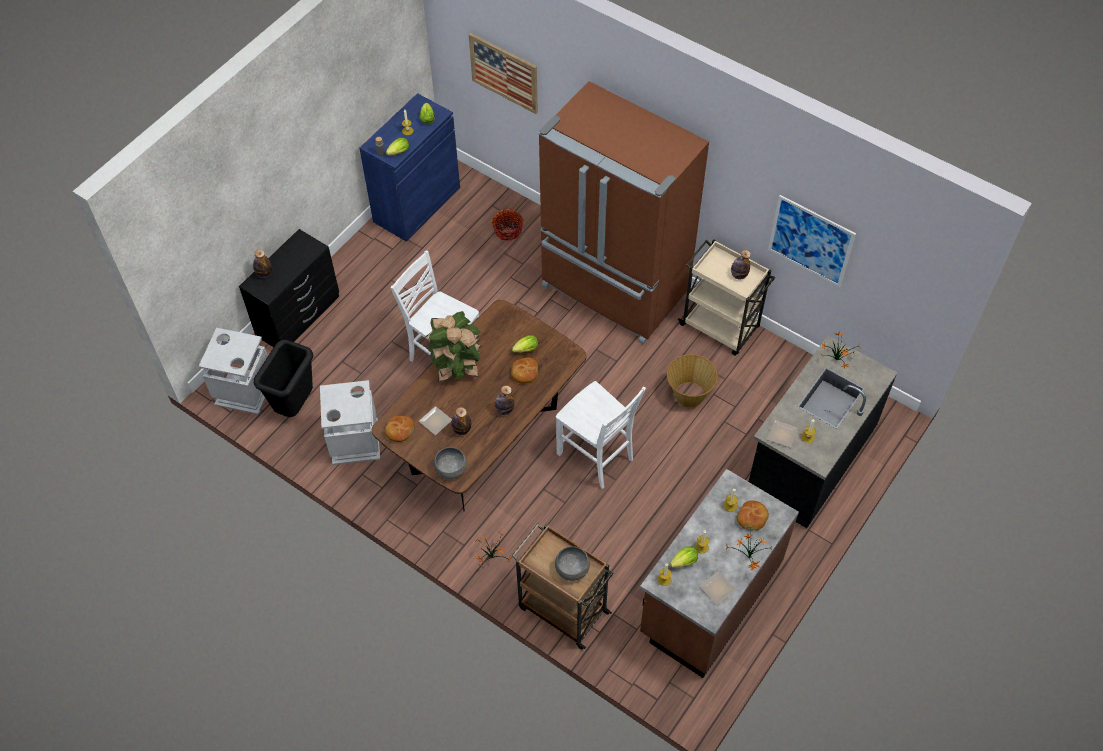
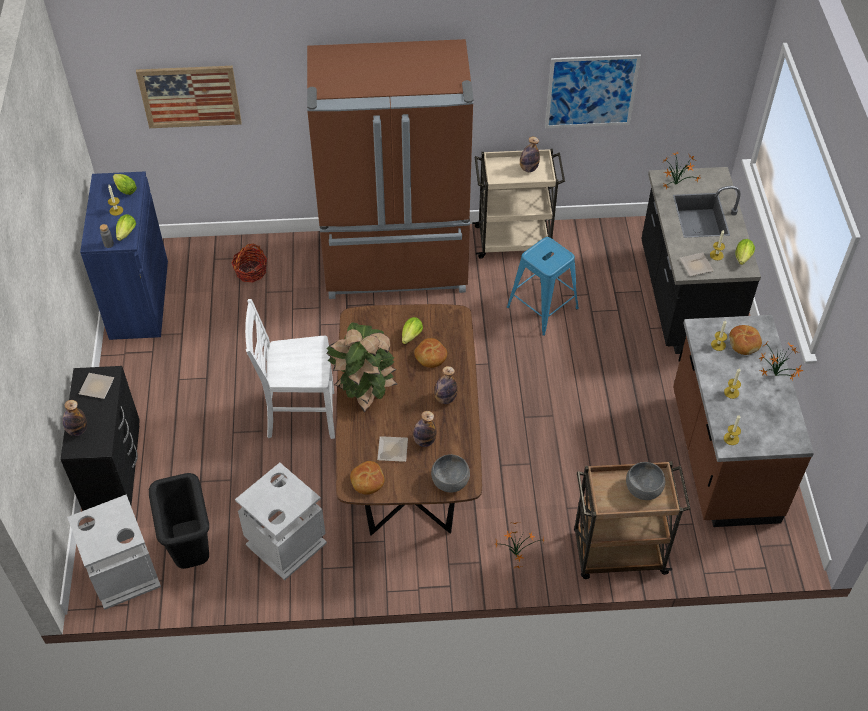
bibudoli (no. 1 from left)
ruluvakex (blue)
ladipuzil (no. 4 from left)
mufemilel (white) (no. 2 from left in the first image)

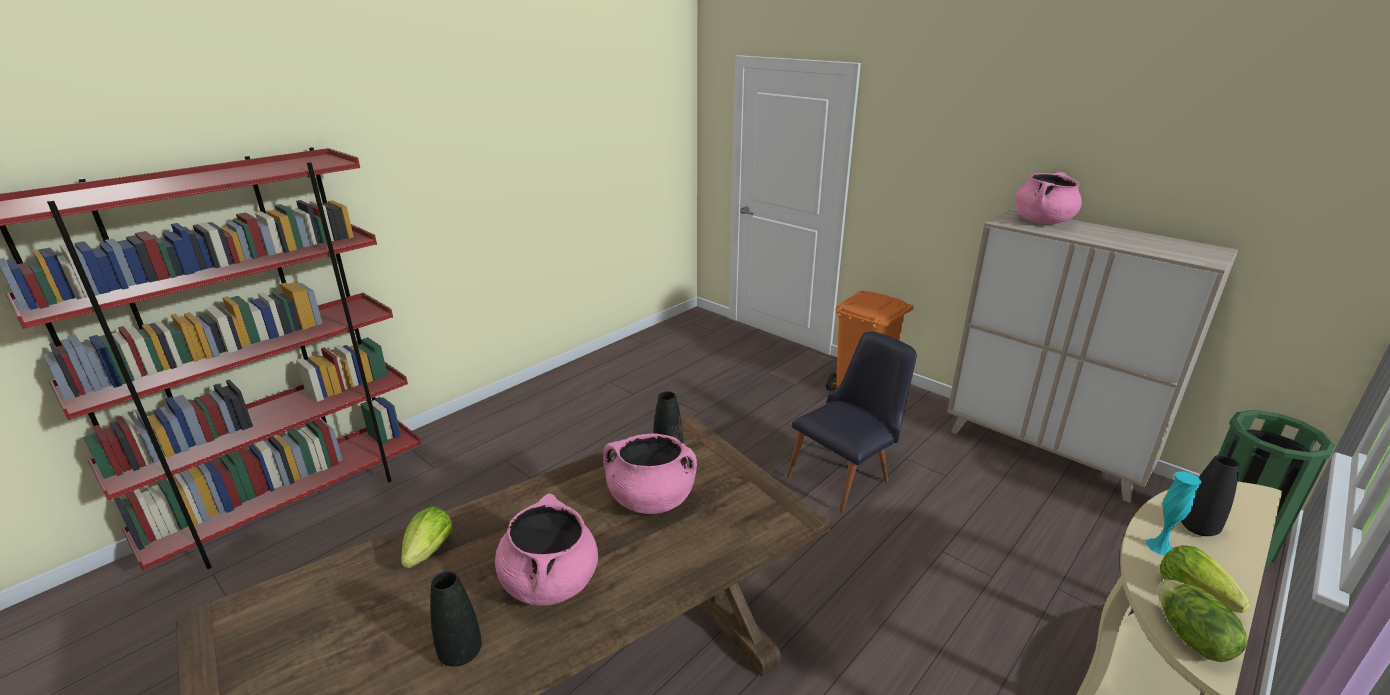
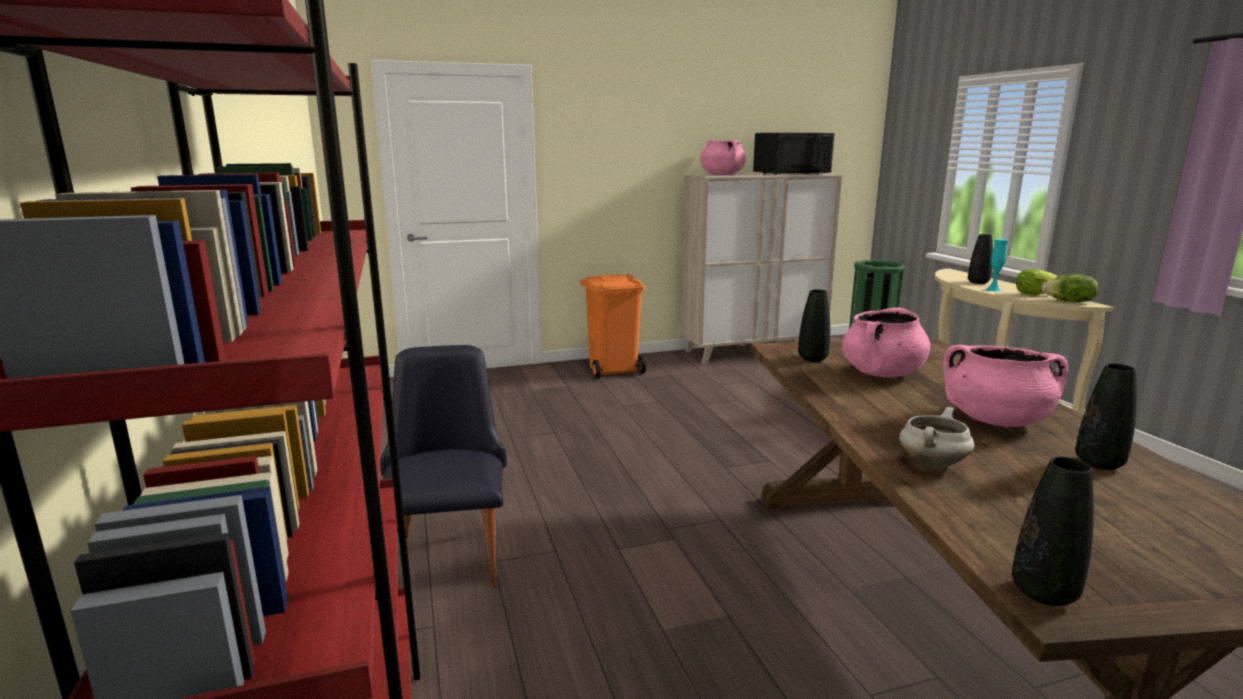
mufemilel (black)
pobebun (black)
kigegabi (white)
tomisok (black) (no. 3 from left)

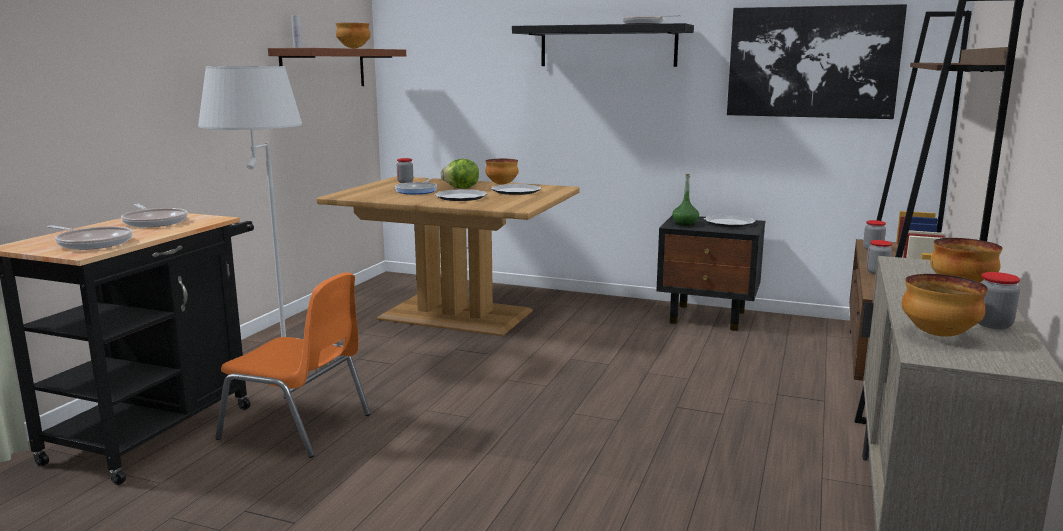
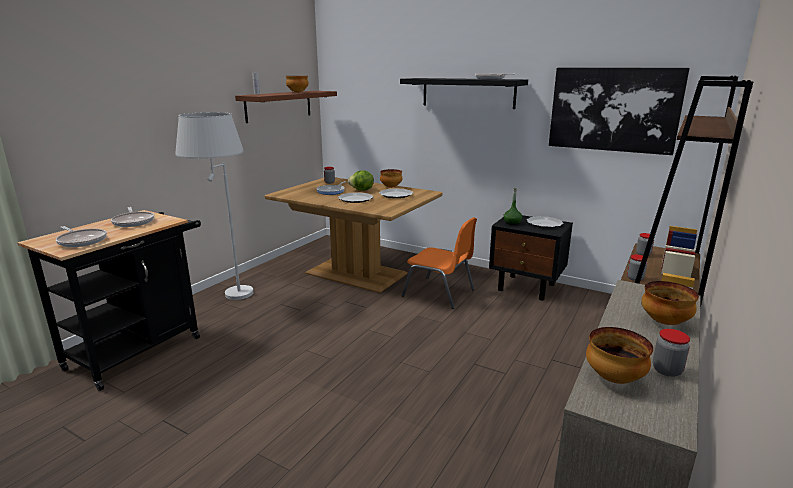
mufemilel (orange)

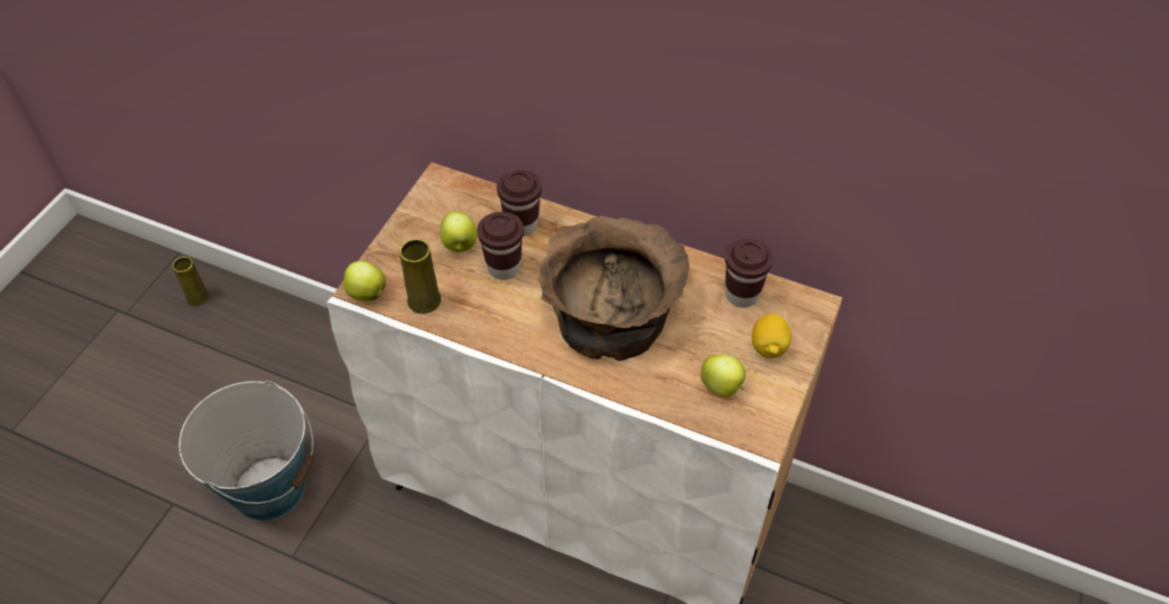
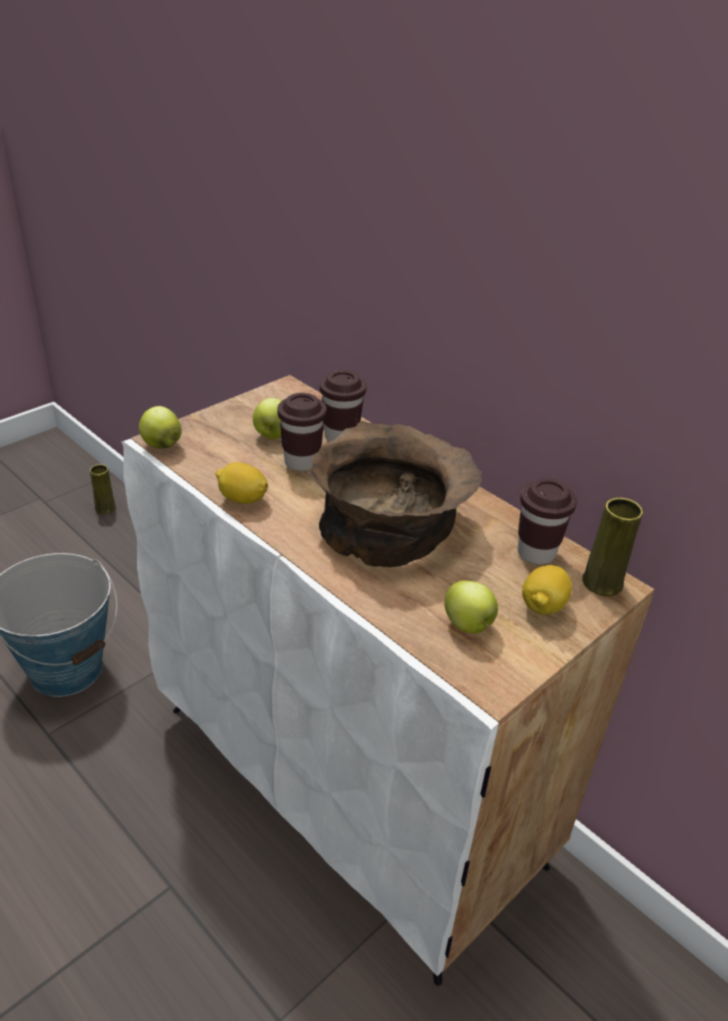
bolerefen (no. 1 from left)
tomisok (yellow) (no. 2 from left)

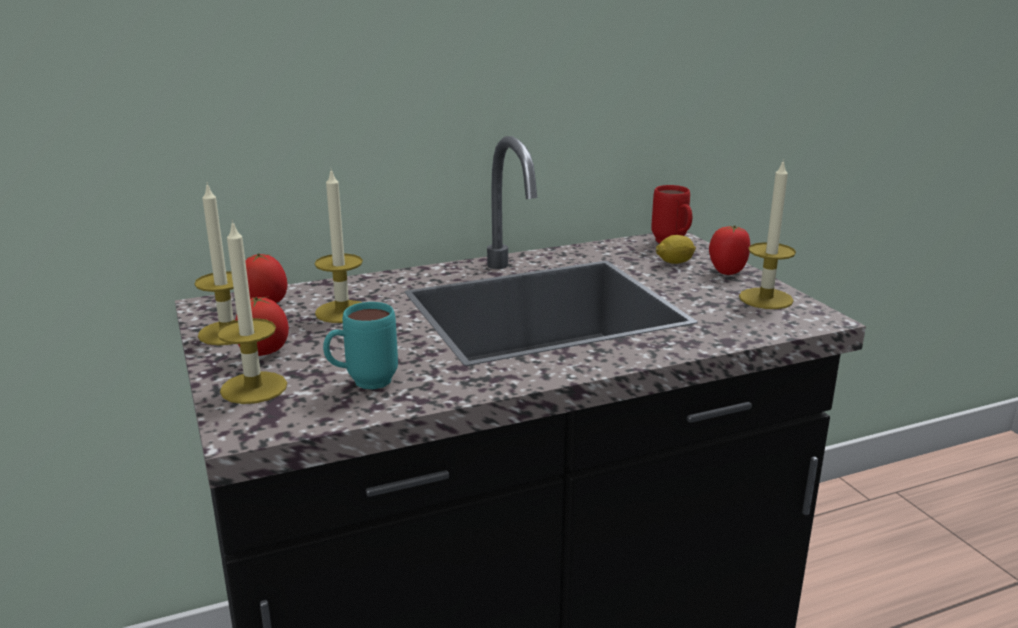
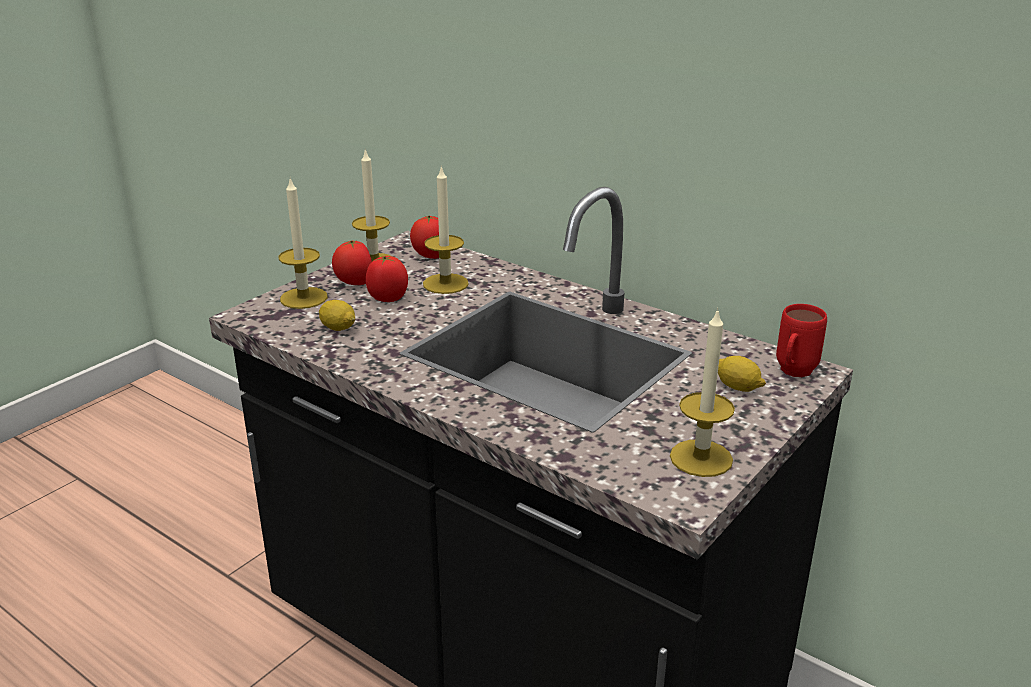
bolerefen (no. 1 from left)
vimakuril (no. 2 from left)

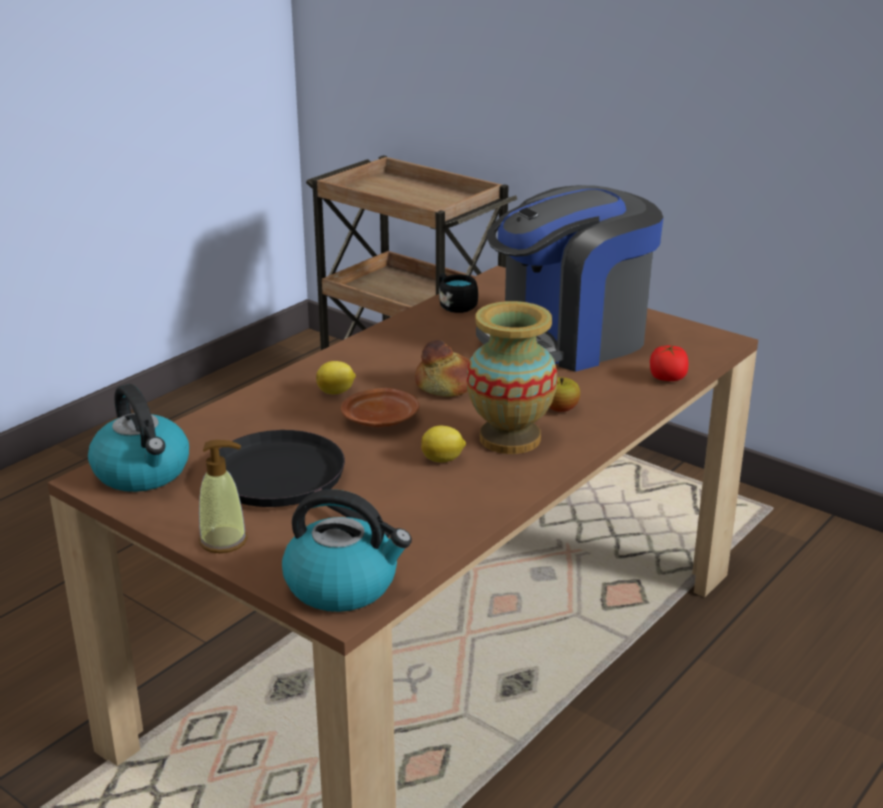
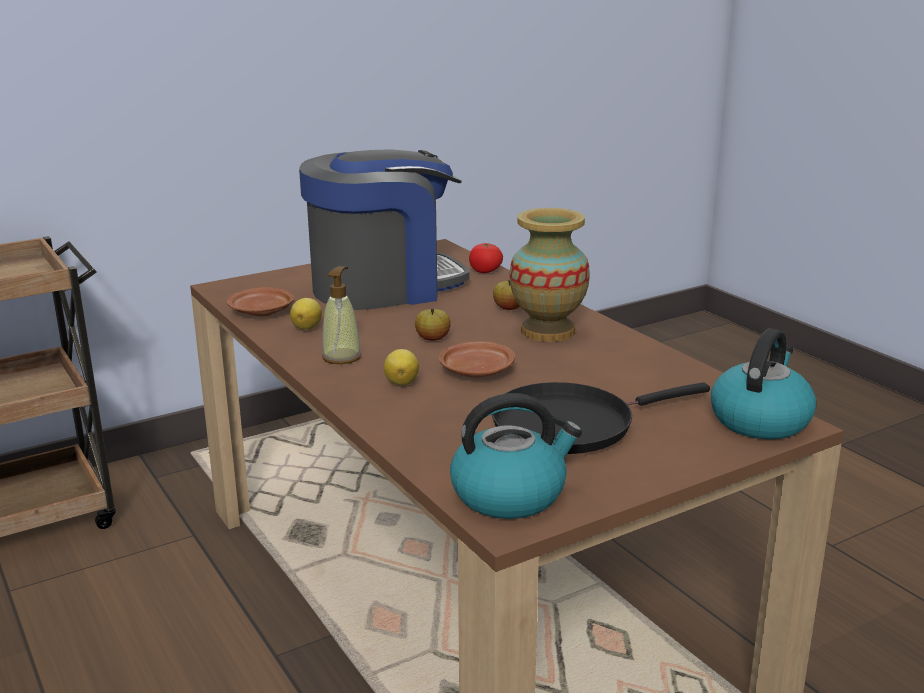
bibudoli (brown) (no. 1 from left)
bolerefen (no. 1 from left)
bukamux
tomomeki
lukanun (no. 1 from left)

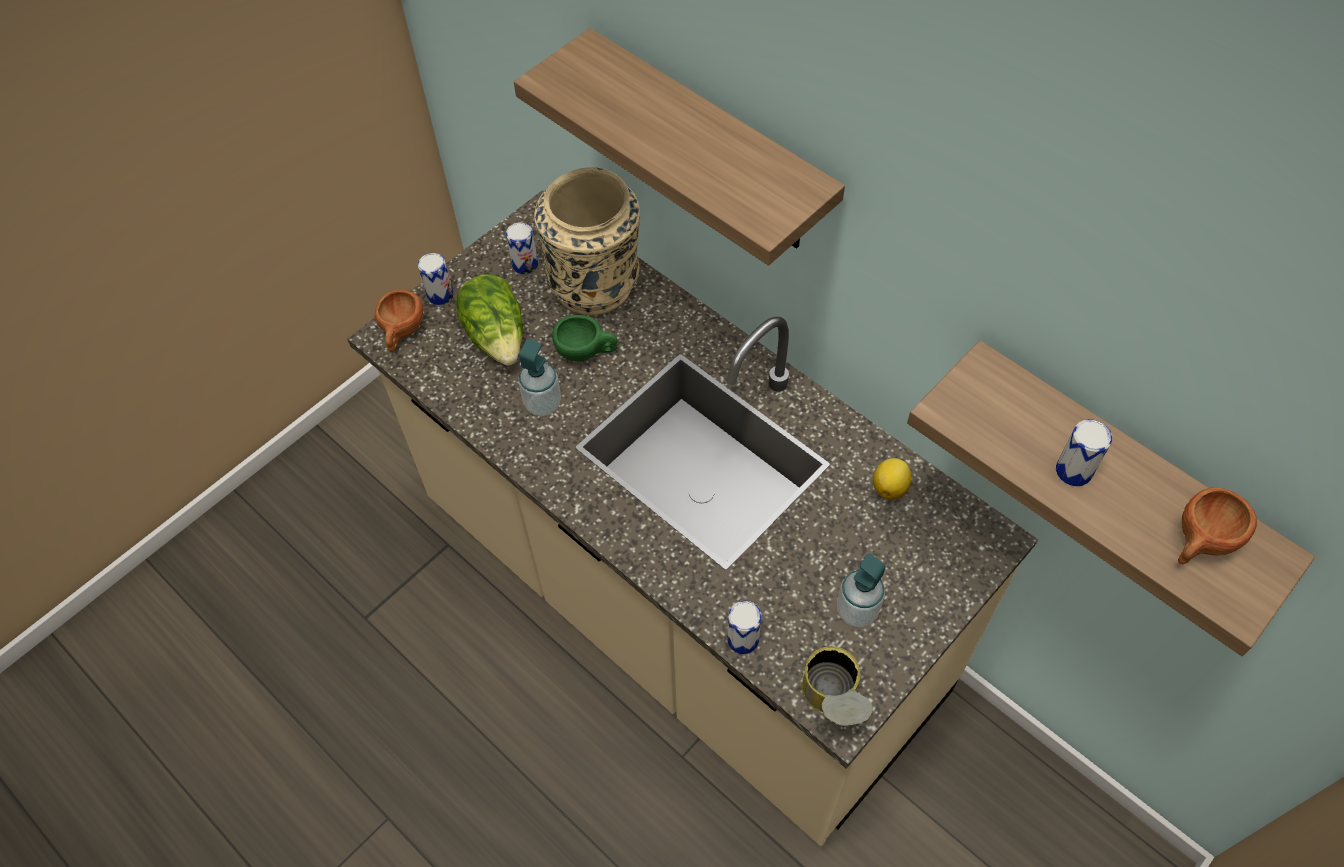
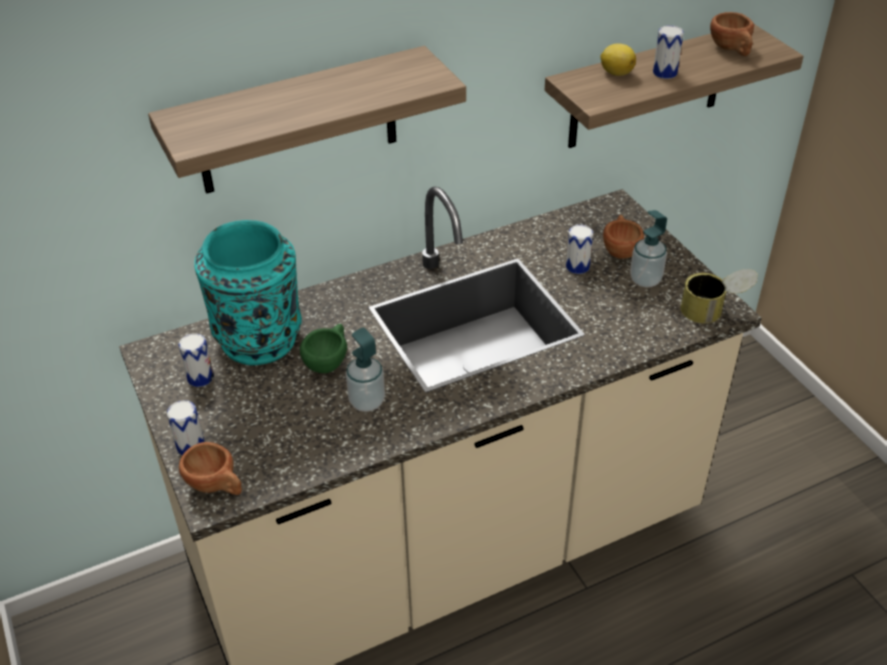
tomisok (turquoise)
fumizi (no. 3 from left)
bolerefen
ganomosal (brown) (no. 2 from left)
ladipuzil

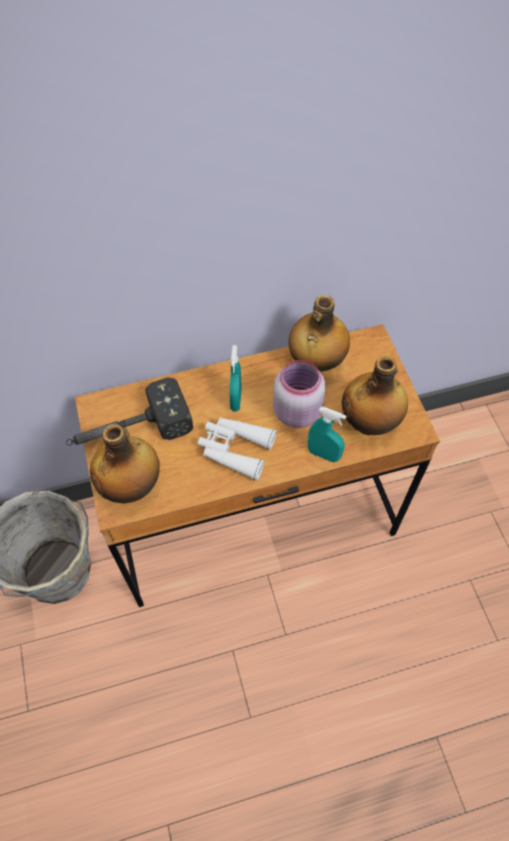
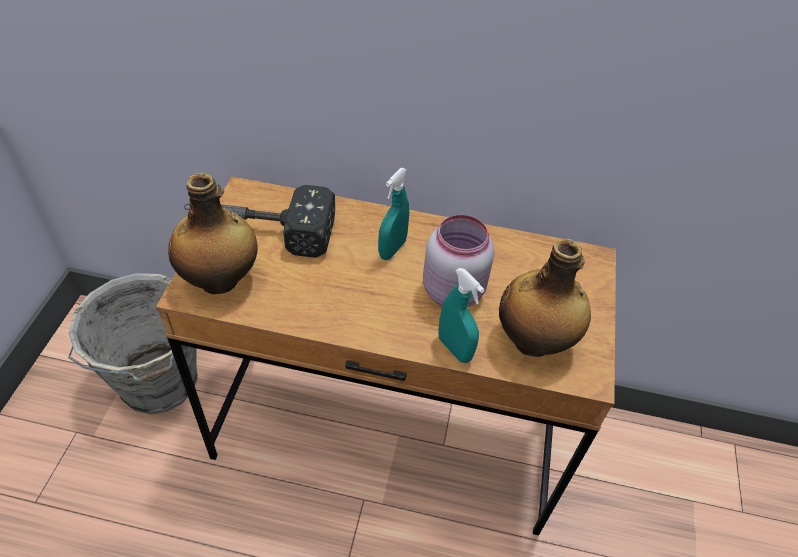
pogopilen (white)
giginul (no. 2 from left in the first image)

